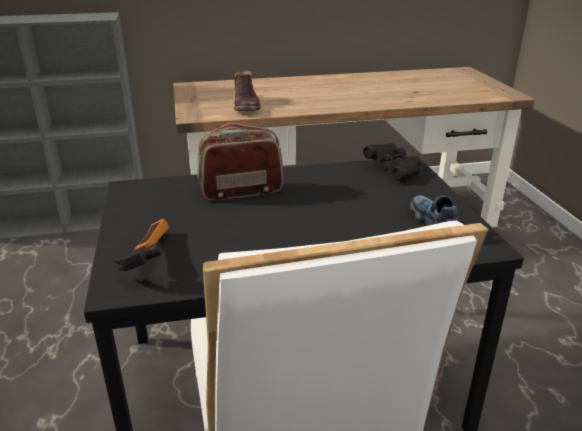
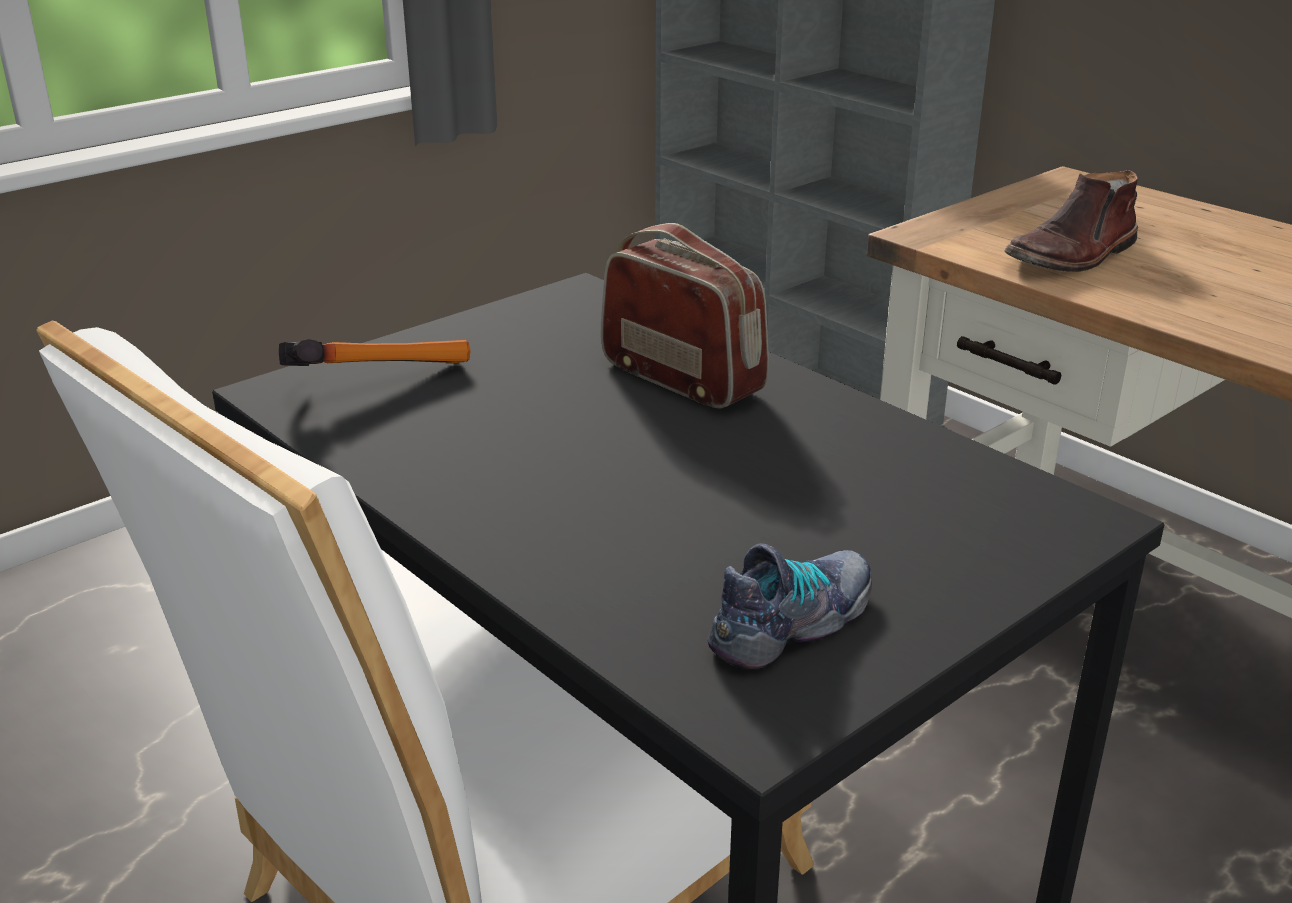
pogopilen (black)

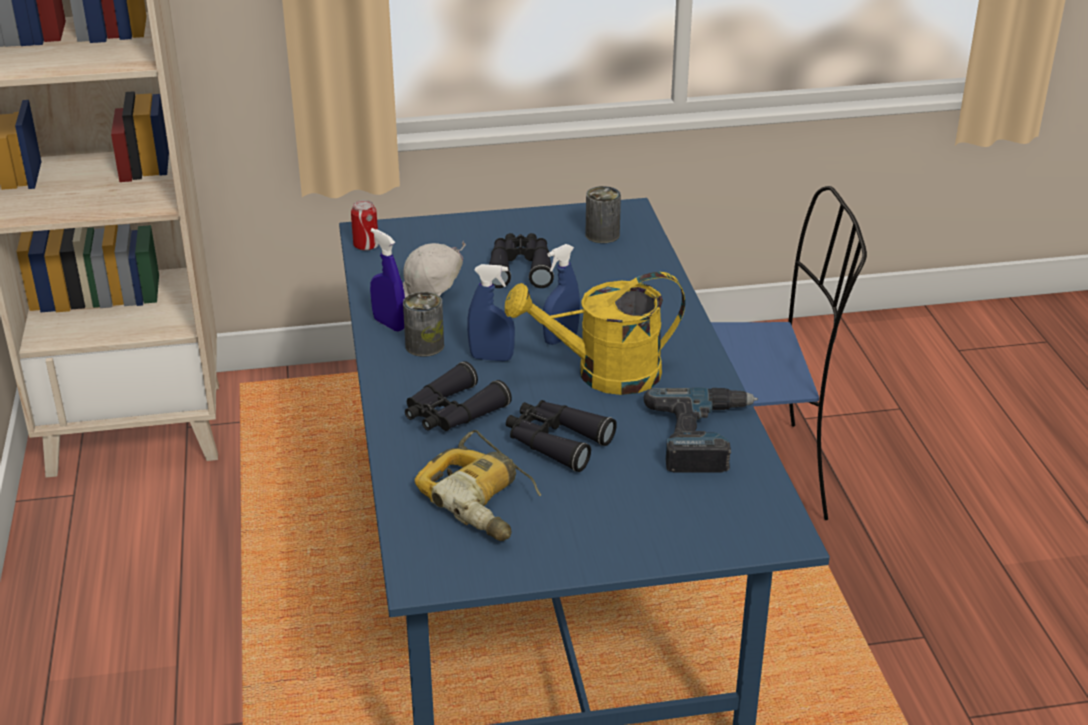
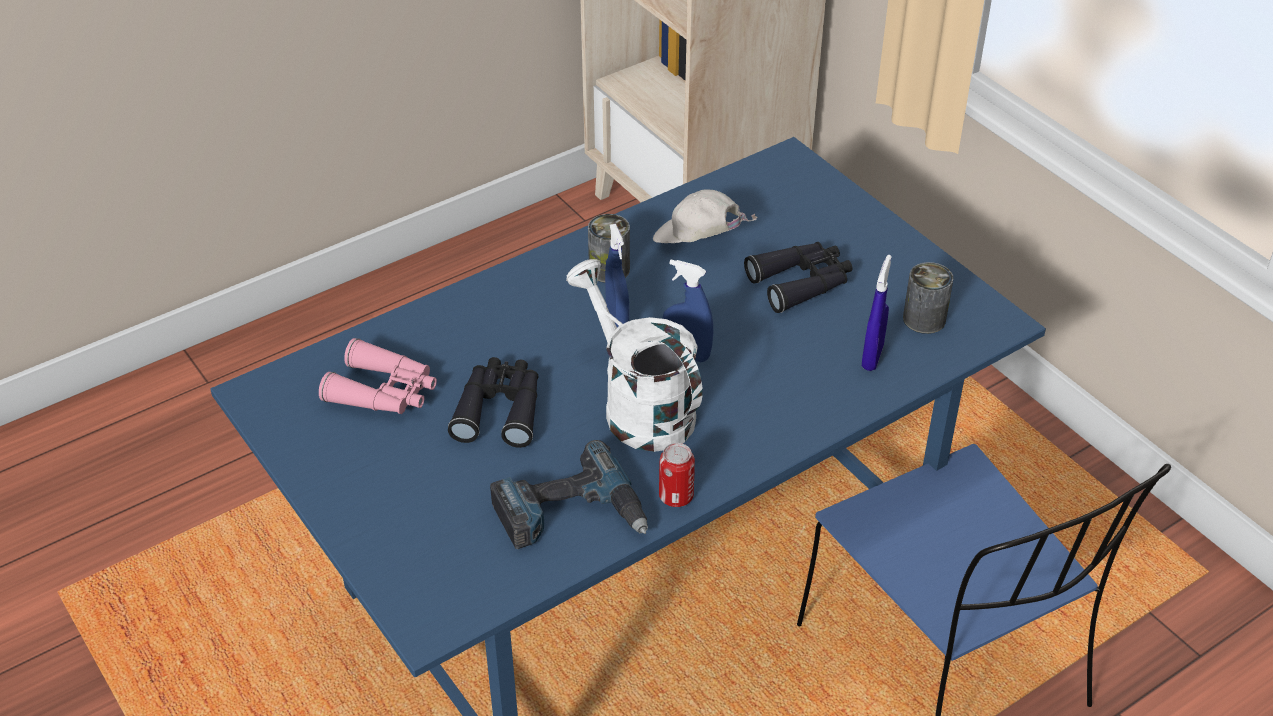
pogopilen (pink)
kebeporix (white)
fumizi (no. 2 from left)
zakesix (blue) (no. 3 from left)
pogopilen (black) (no. 1 from left in the first image)

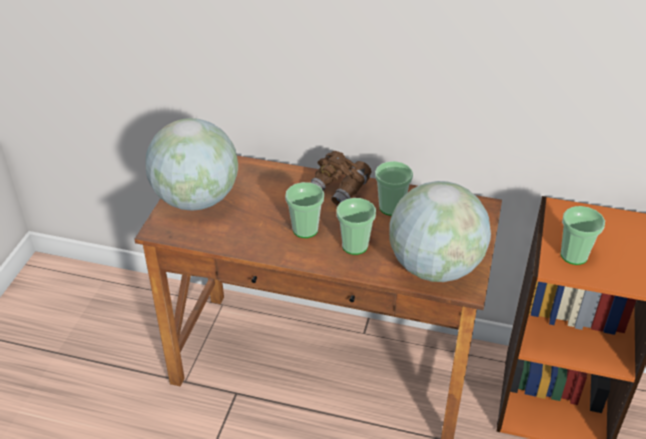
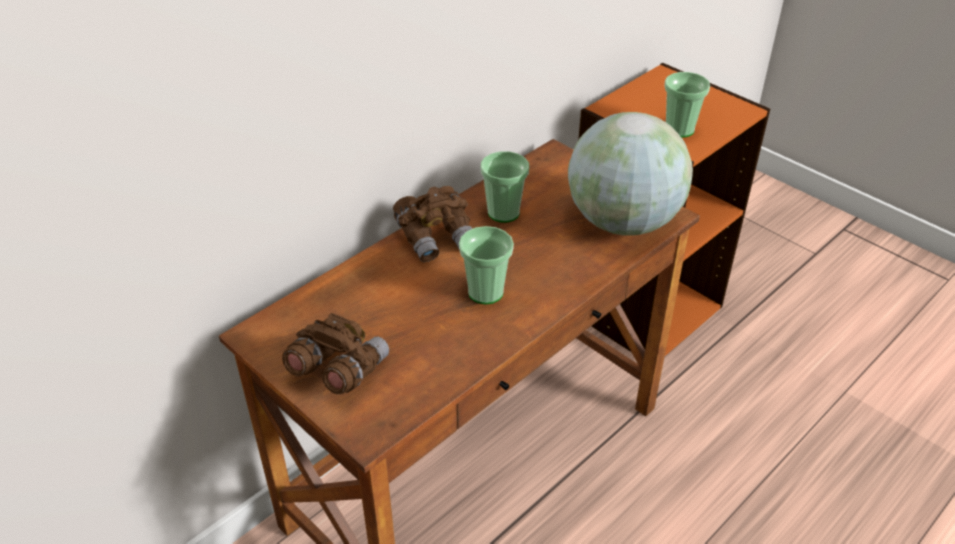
pogopilen (brown) (no. 1 from left)
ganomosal (no. 2 from left in the first image)

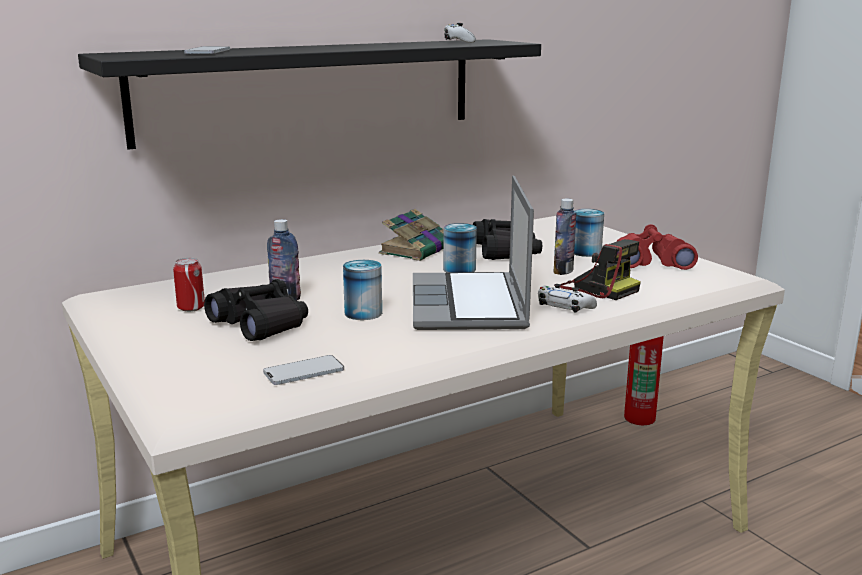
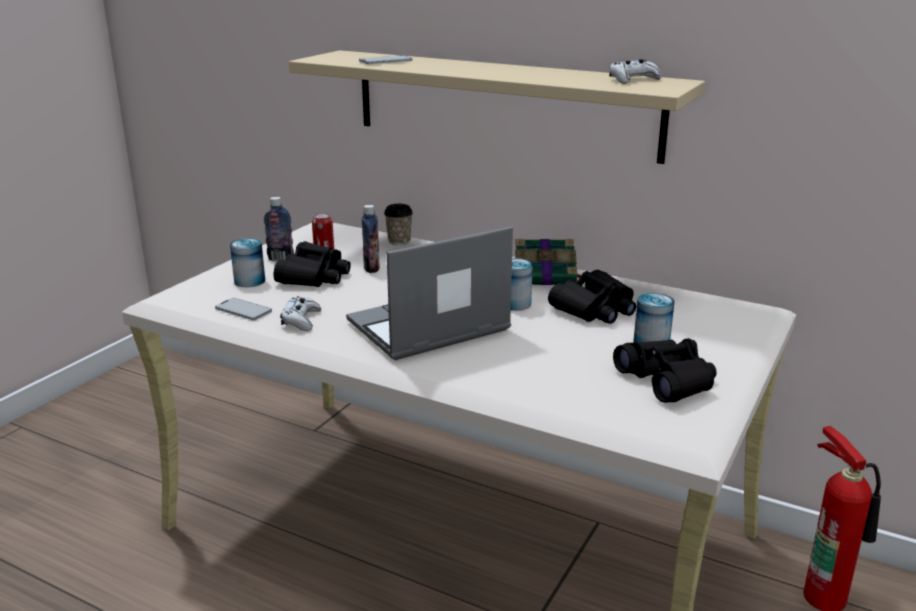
fumizi (no. 1 from left)
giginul (no. 1 from left)
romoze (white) (no. 1 from left)
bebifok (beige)
ganomosal
pogopilen (black) (no. 3 from left)
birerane

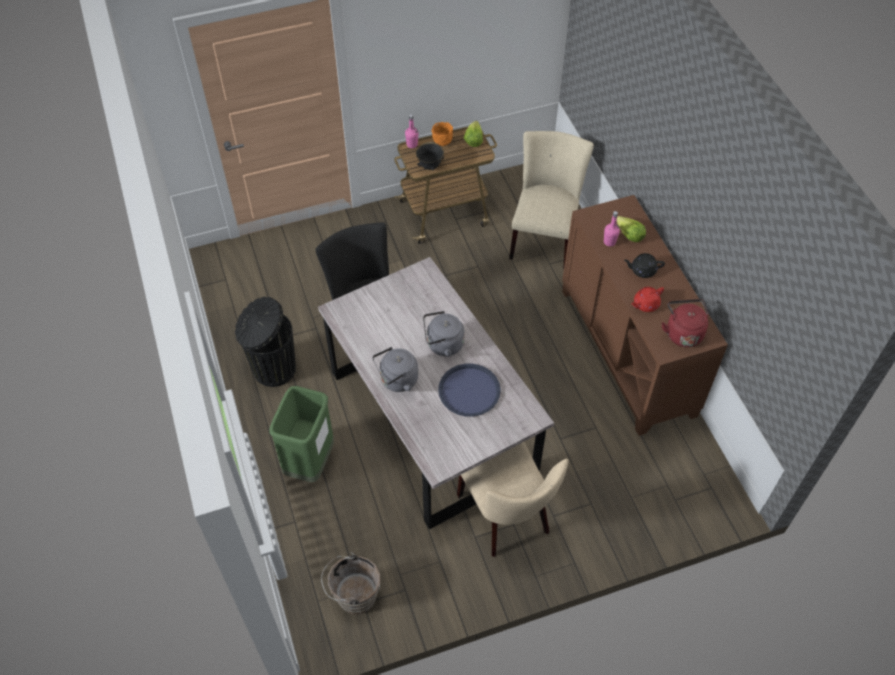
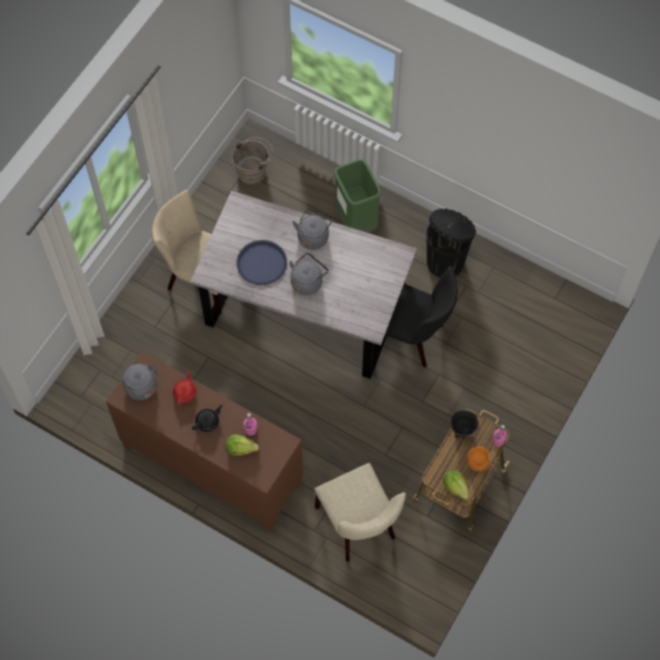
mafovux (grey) (no. 1 from left)

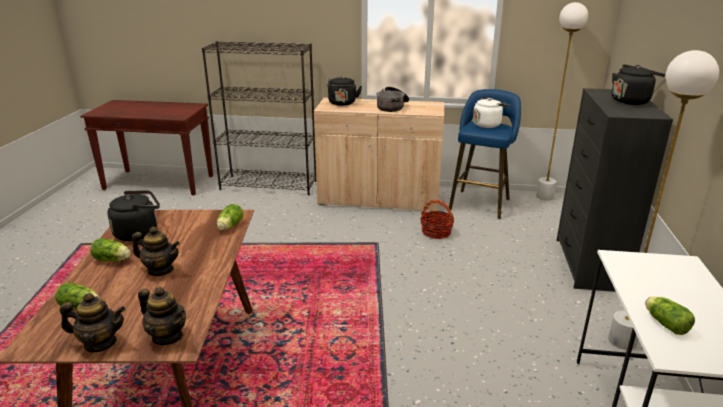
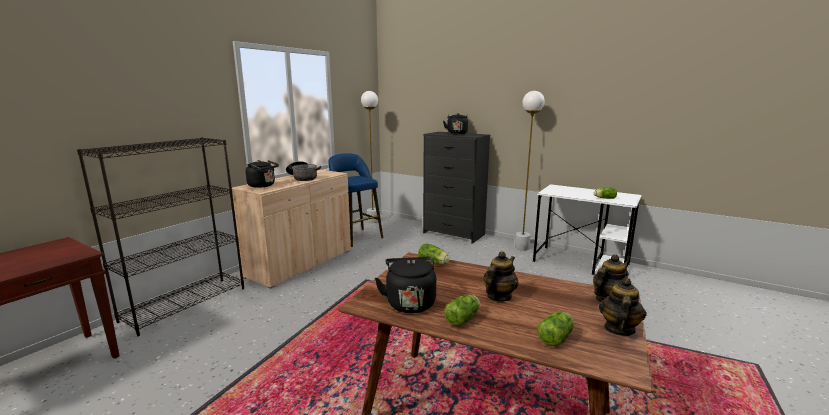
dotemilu
mafovux (white)

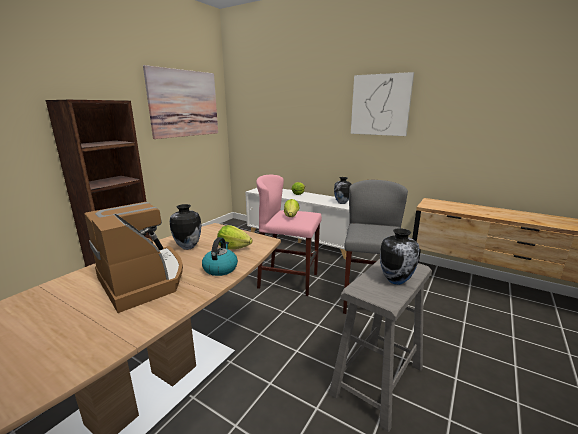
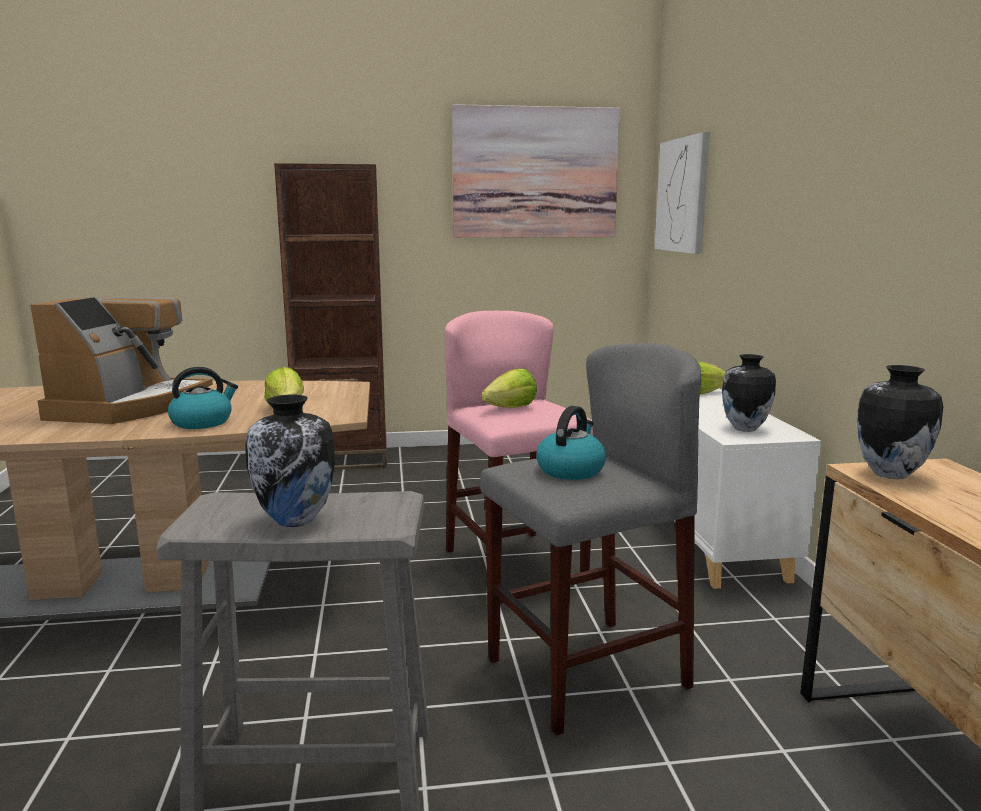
mafovux (no. 2 from left)
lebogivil (no. 2 from left)
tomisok (no. 3 from left)

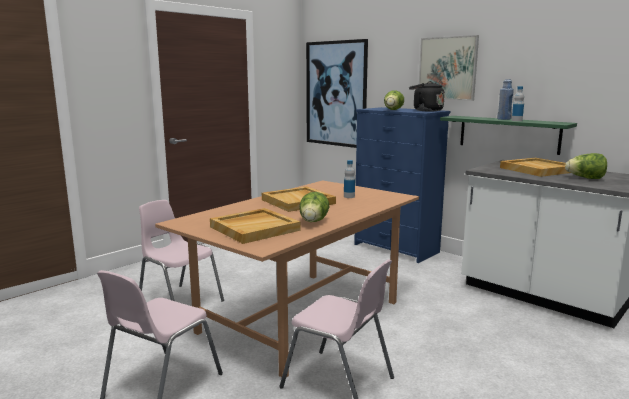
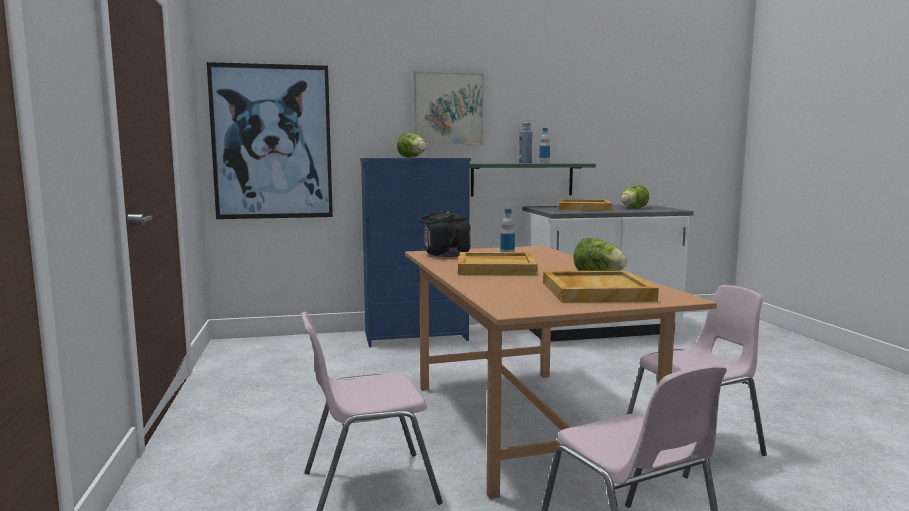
mafovux (black)

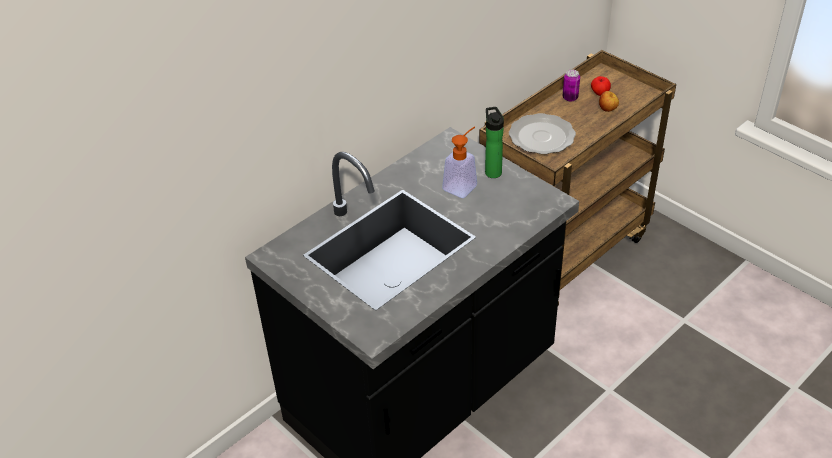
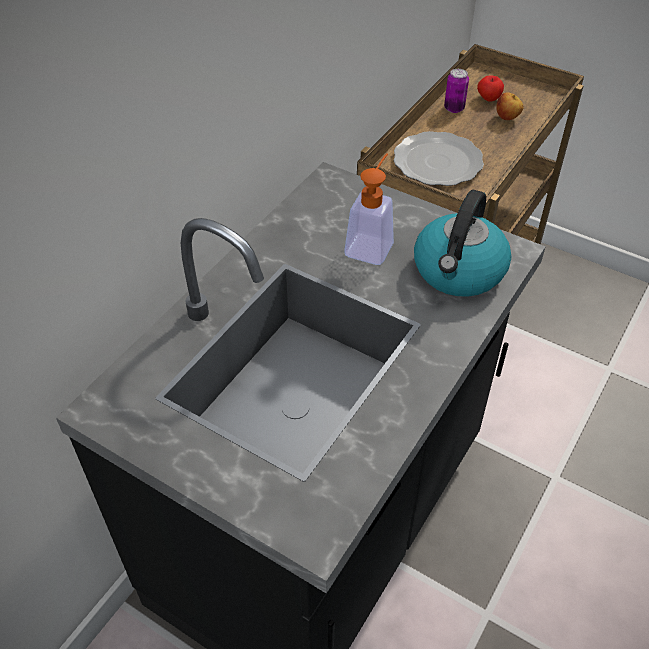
mafovux
giginul

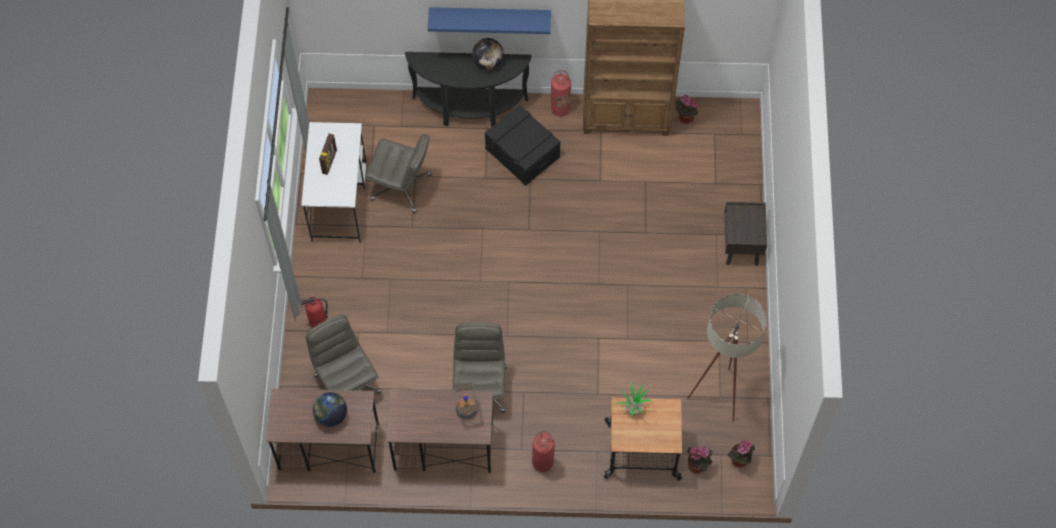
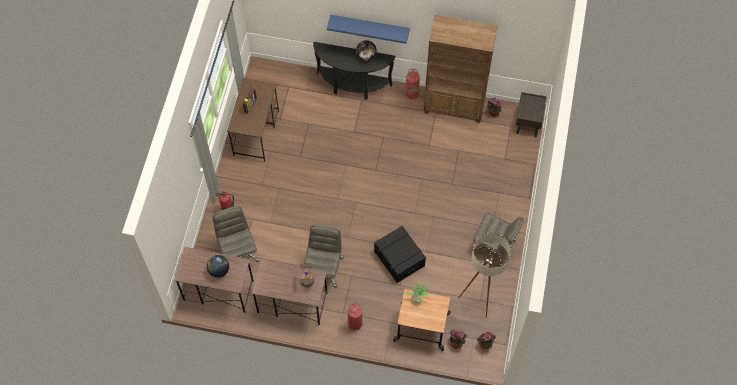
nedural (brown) (no. 2 from left)
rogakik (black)
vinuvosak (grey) (no. 3 from left)
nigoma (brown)

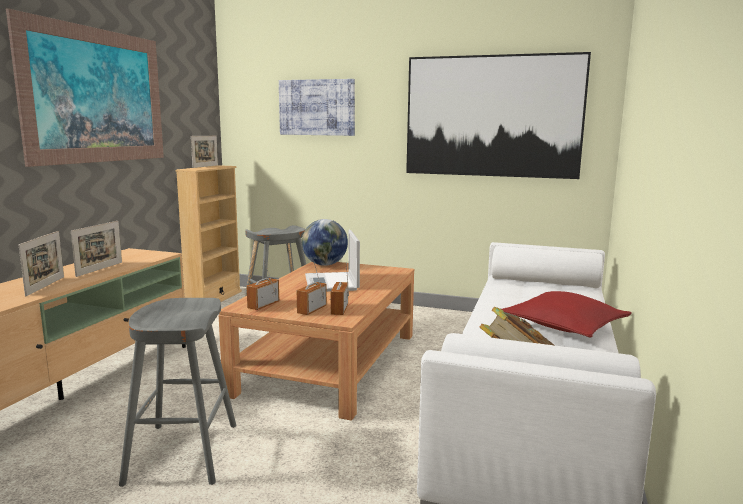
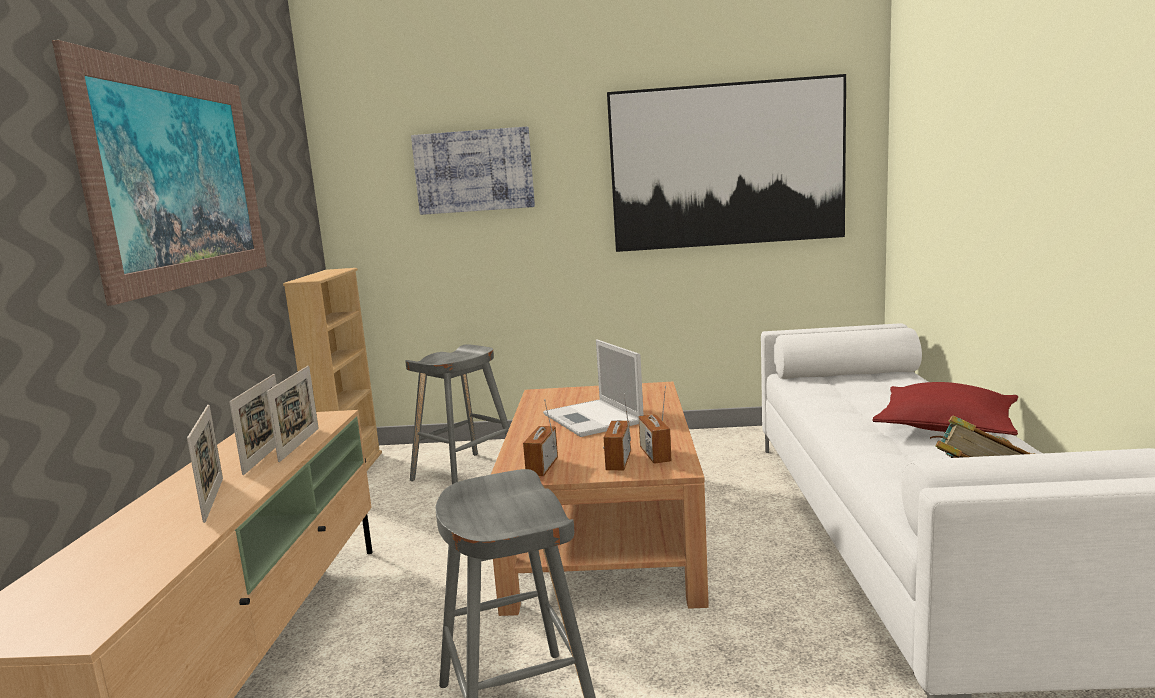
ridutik (no. 3 from left)
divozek

